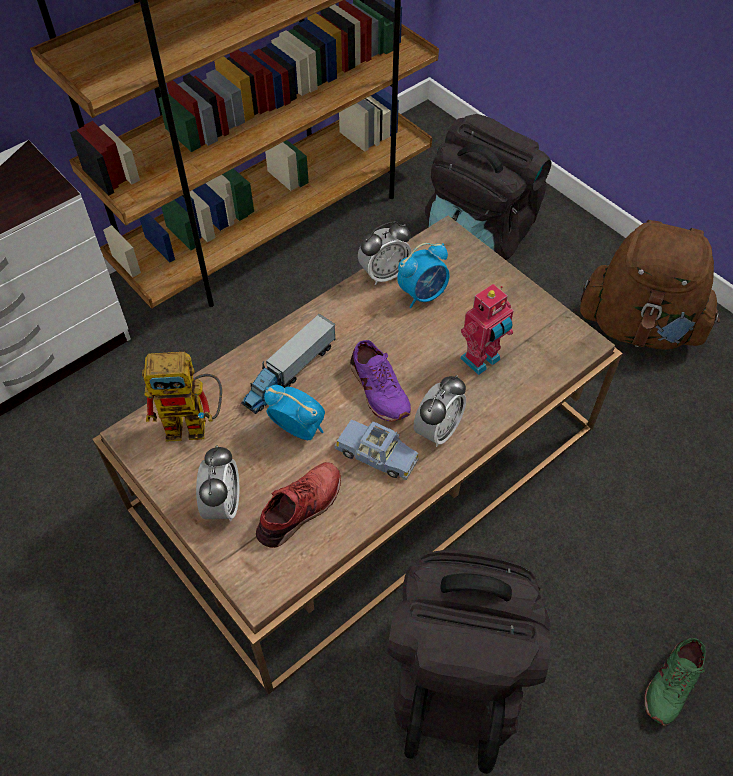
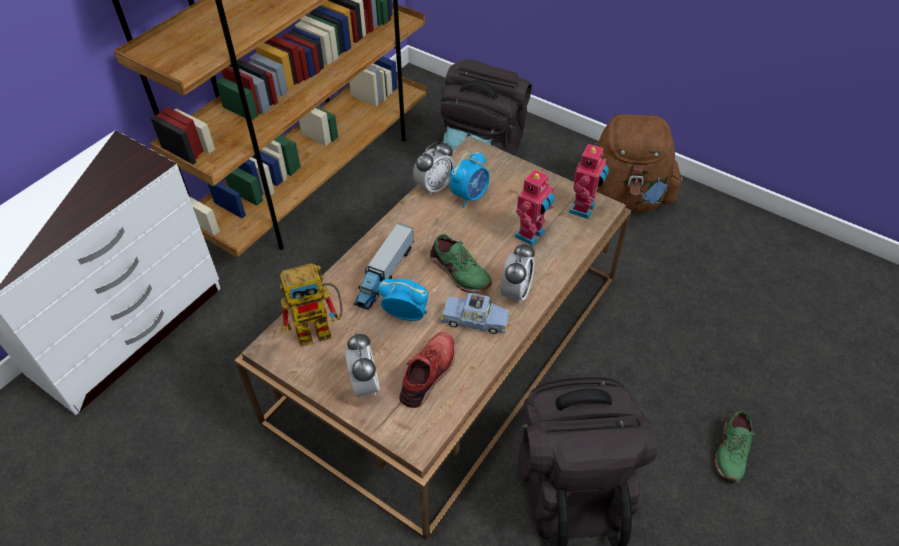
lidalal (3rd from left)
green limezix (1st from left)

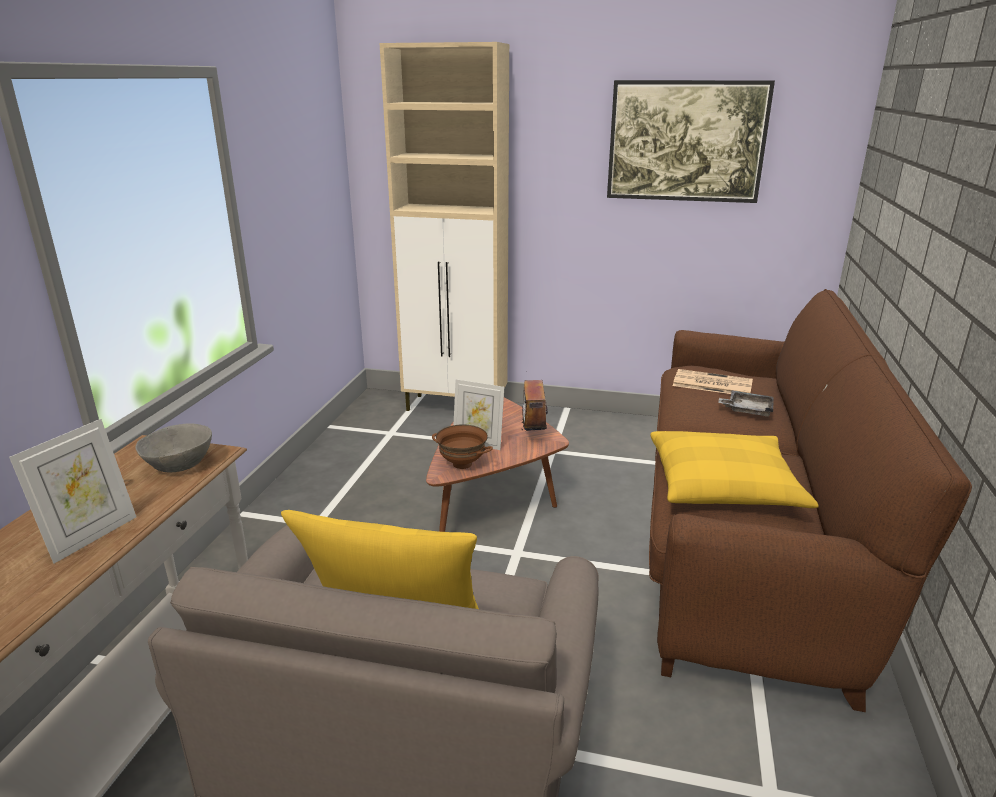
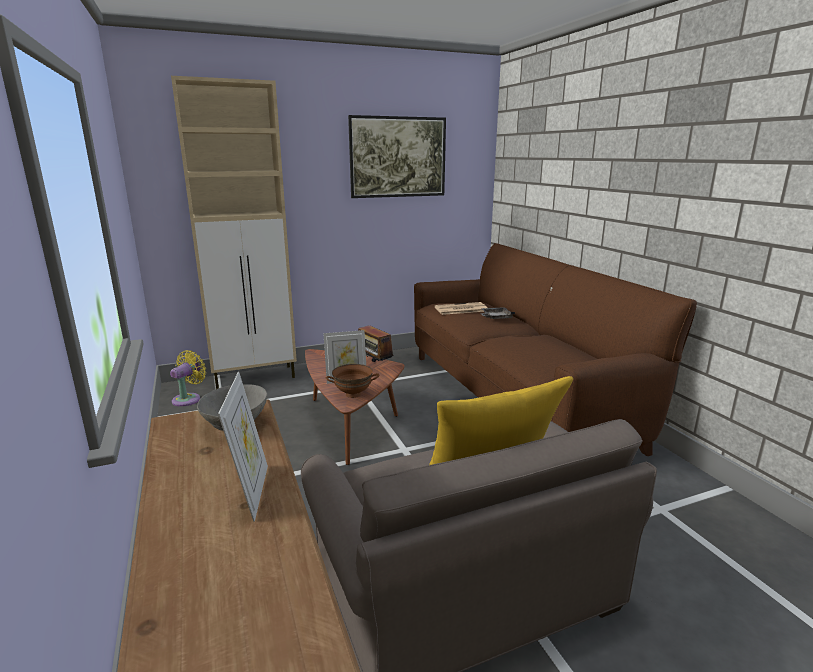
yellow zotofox (2nd from left in the first image)
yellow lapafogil

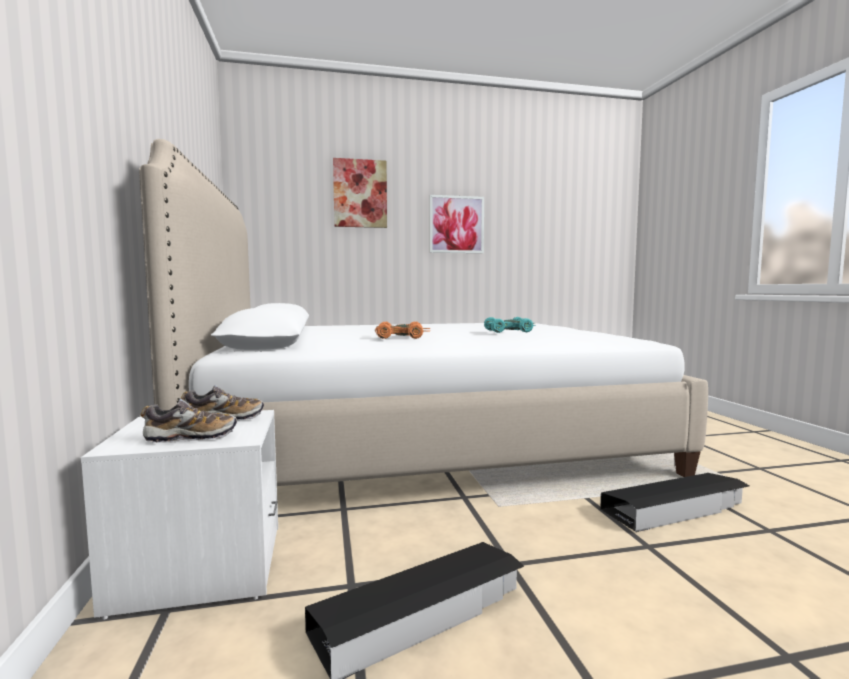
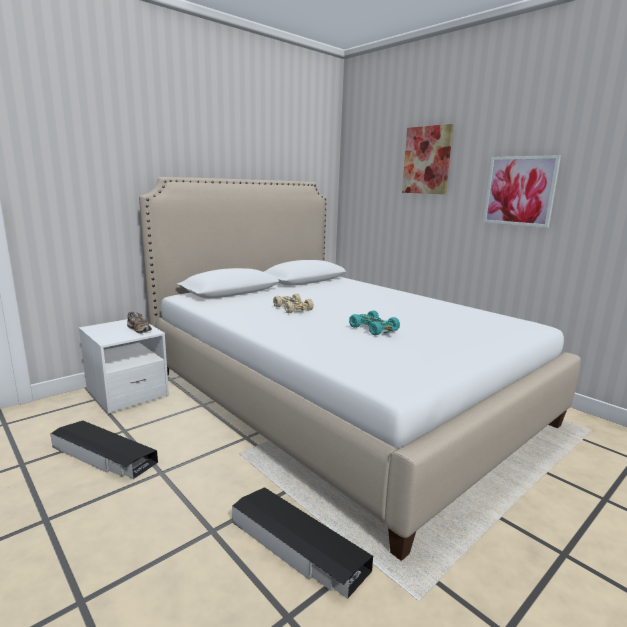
limezix (1st from left in the first image)
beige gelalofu

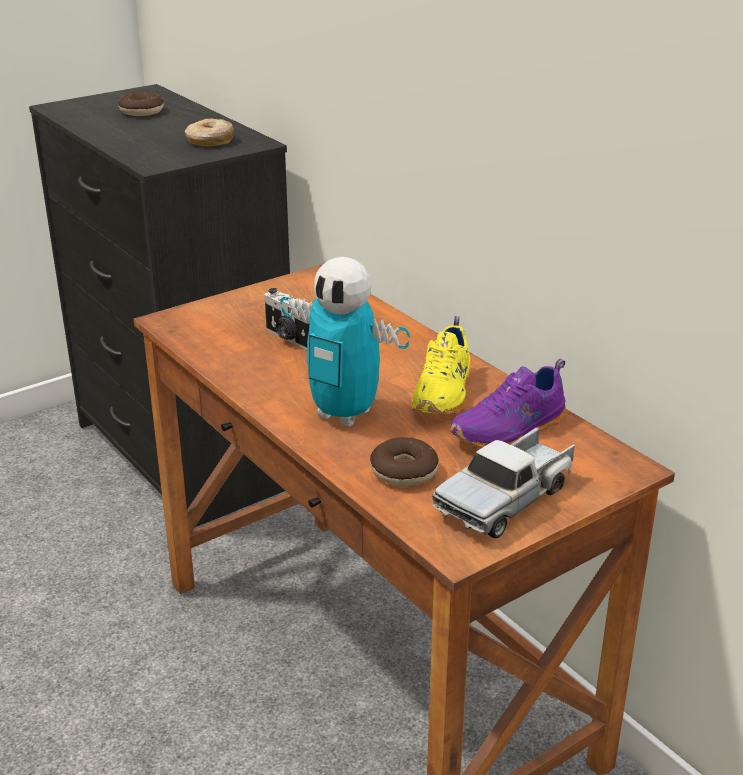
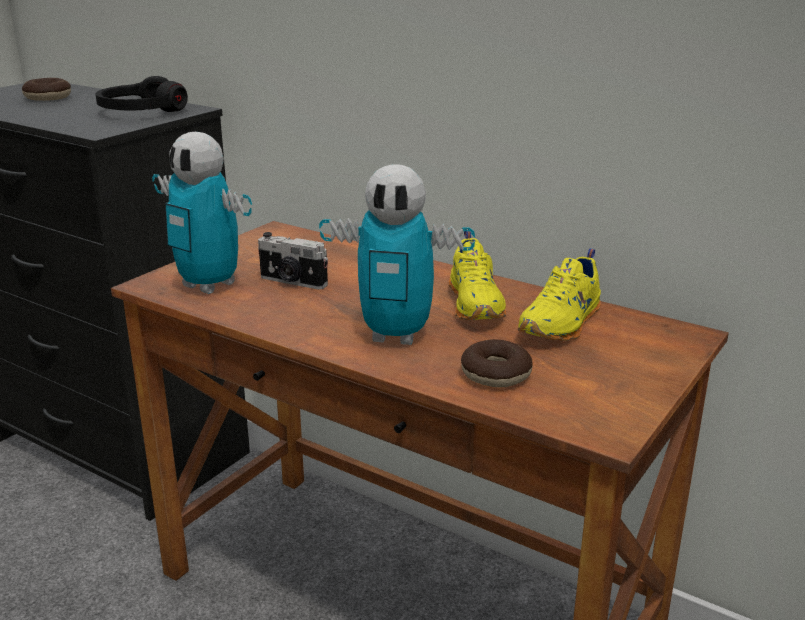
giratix
lidalal (1st from left)
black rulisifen
yellow limezix (2nd from left)

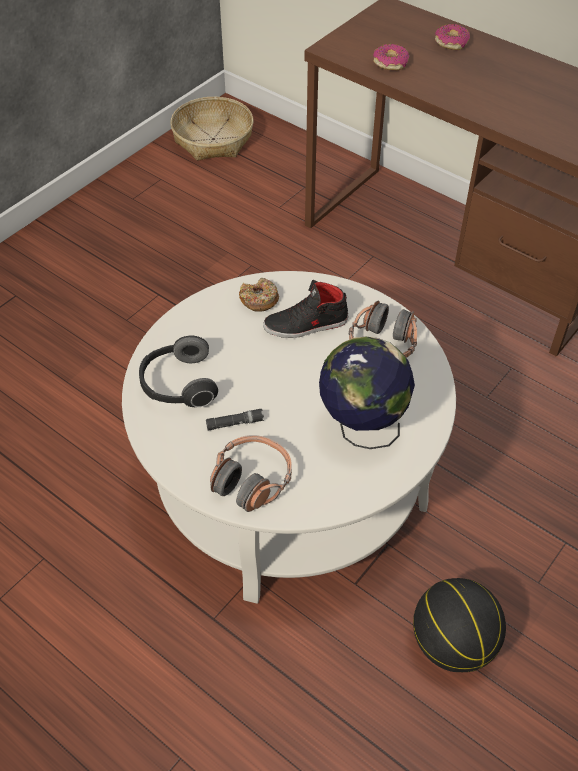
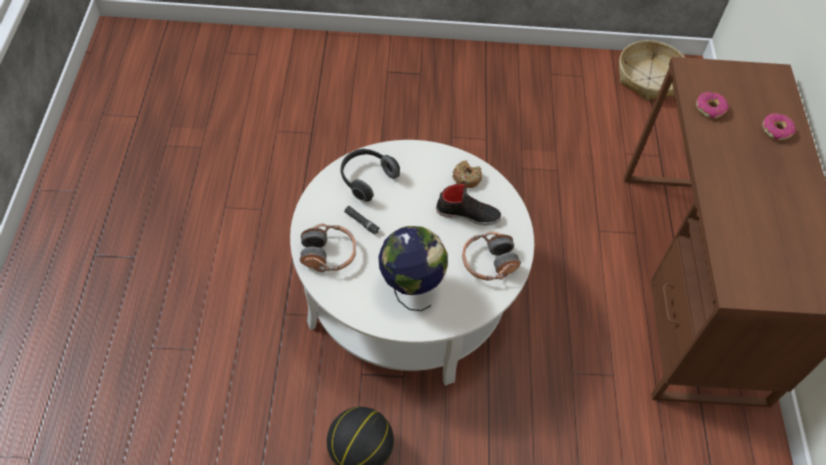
black limezix

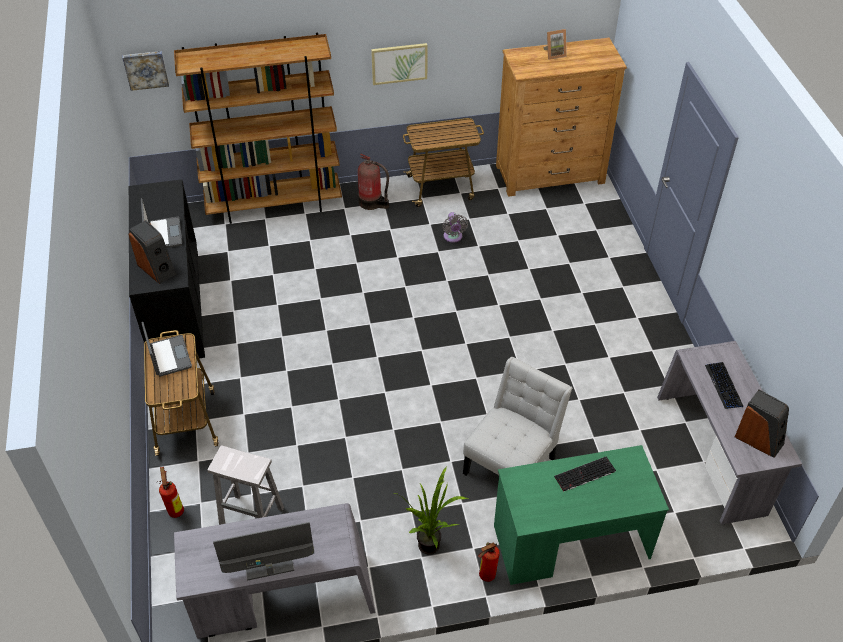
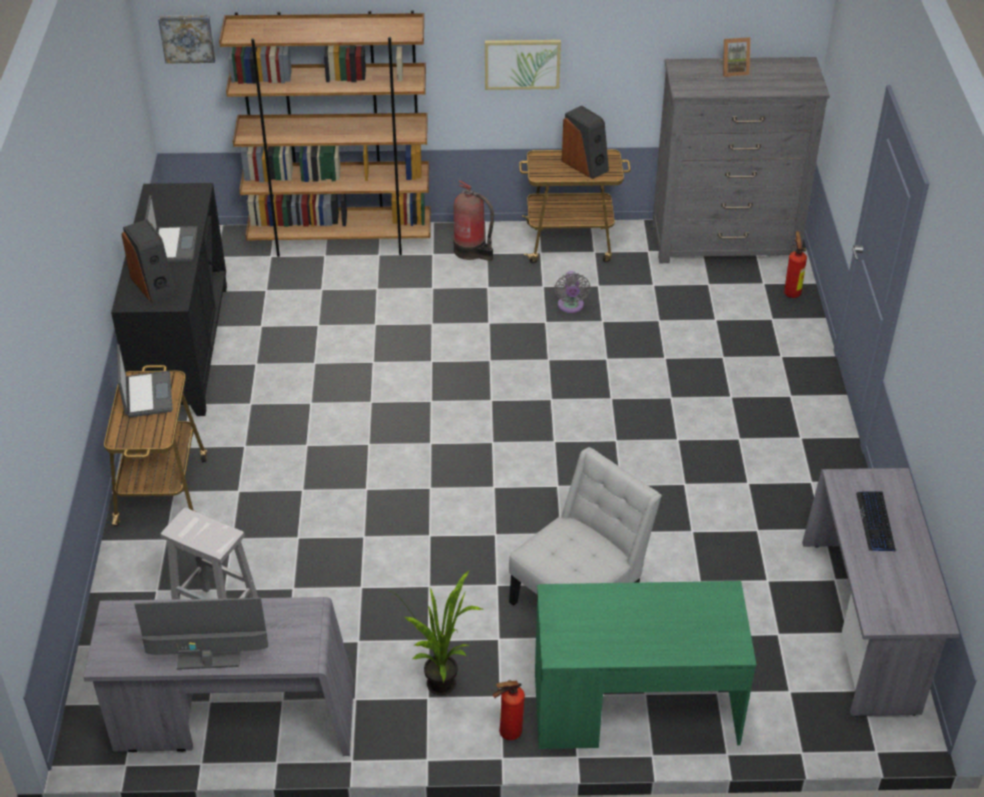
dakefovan (1st from left in the first image)
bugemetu (3rd from left)
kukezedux (2nd from left)
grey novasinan

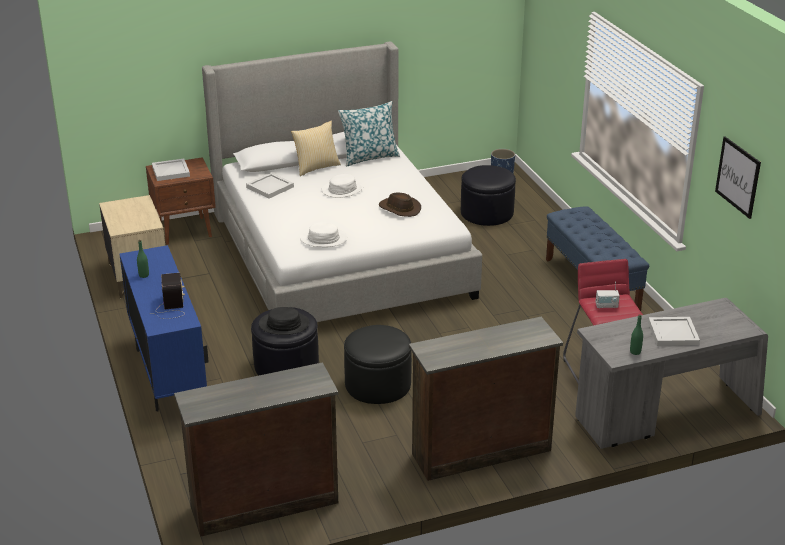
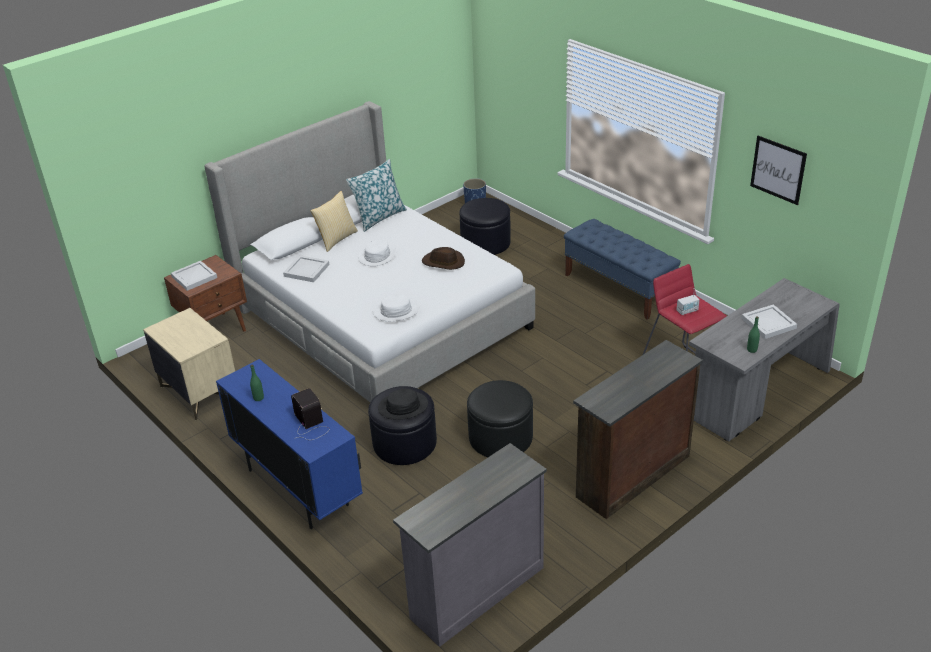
grey novasinan

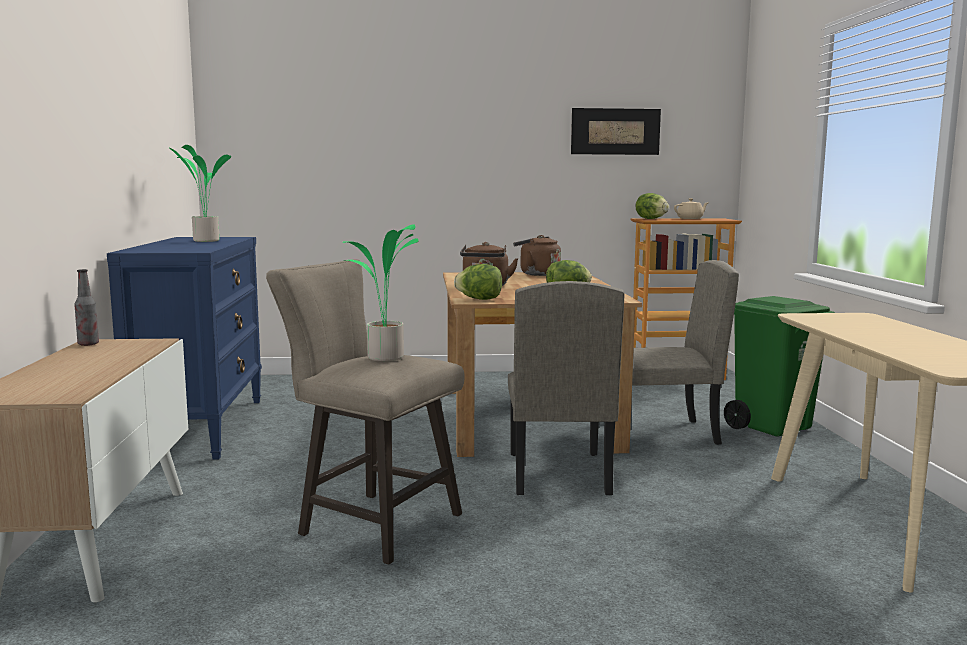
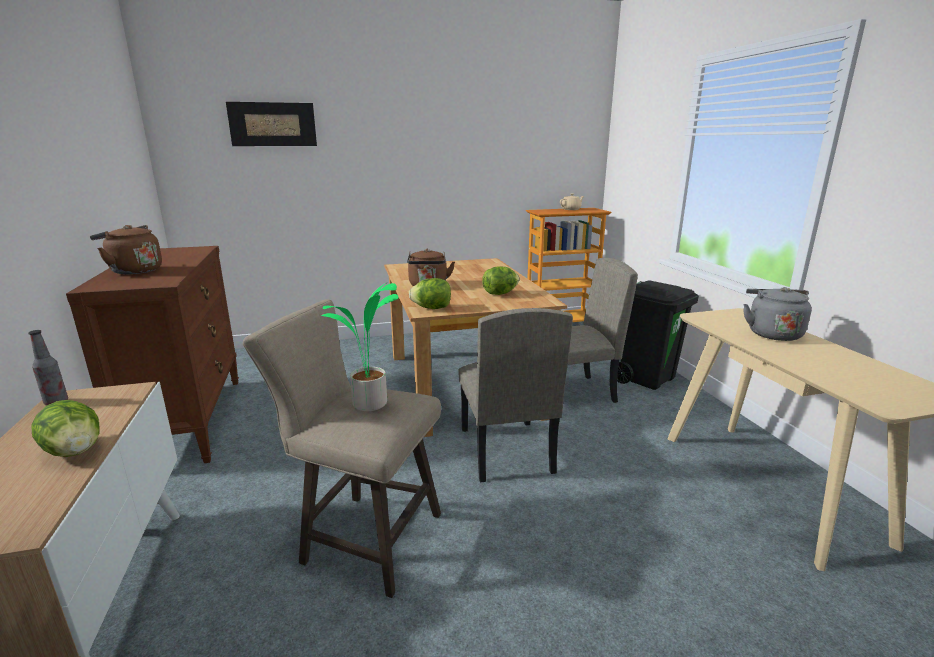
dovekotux (1st from left in the first image)
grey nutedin
brown nutedin (1st from left)
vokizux
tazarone (1st from left)
brown novasinan
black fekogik

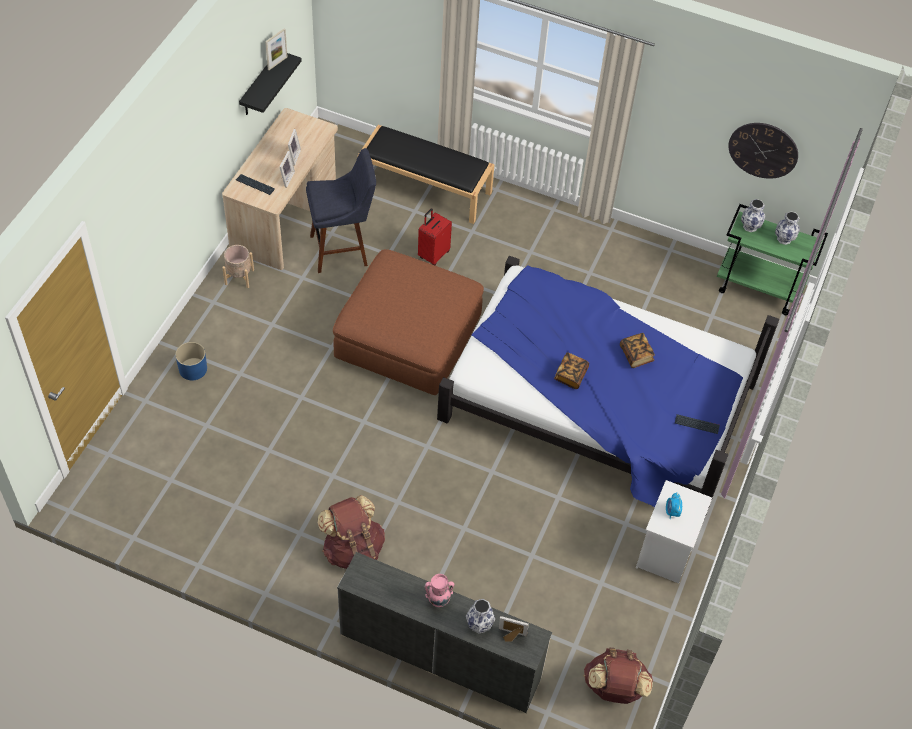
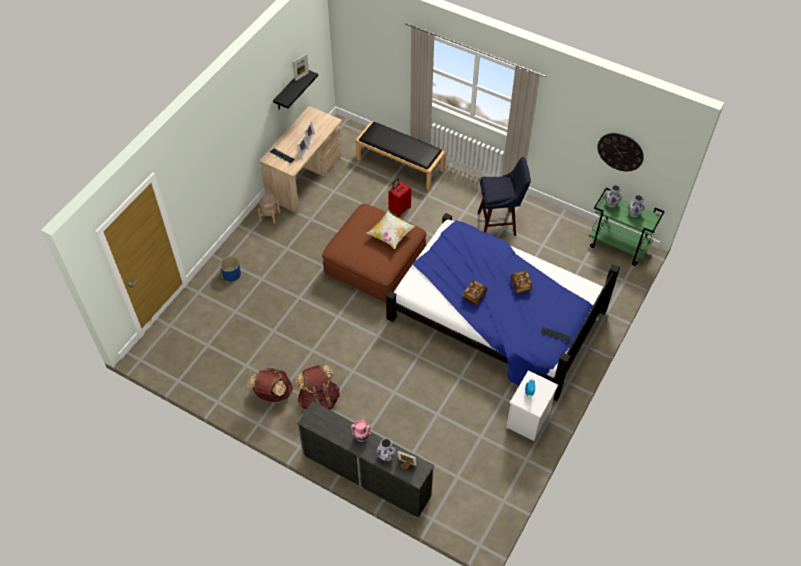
zotofox
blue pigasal
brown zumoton (1st from left)

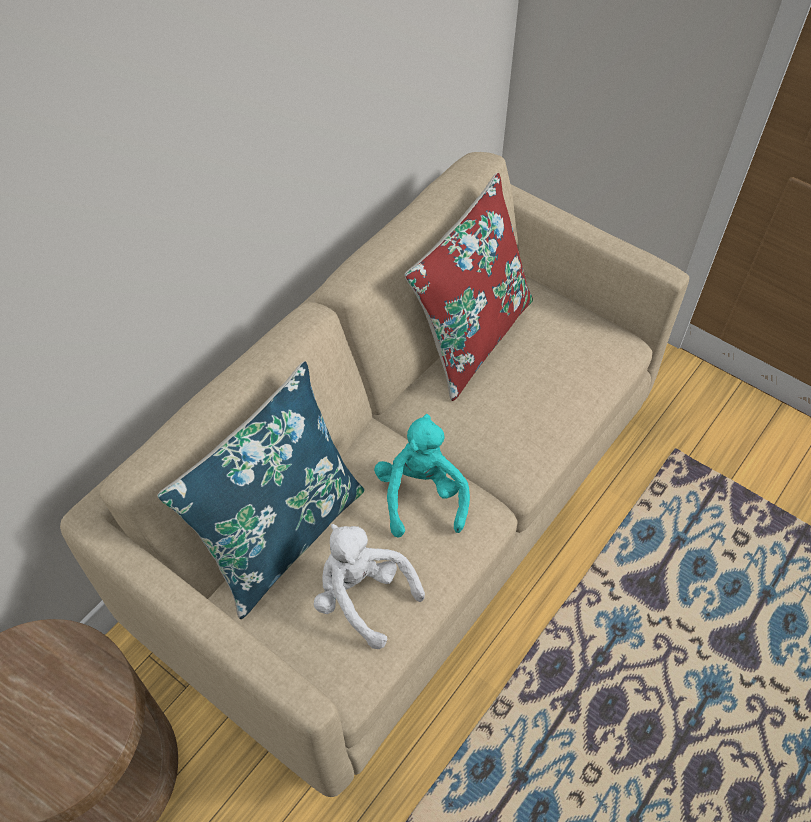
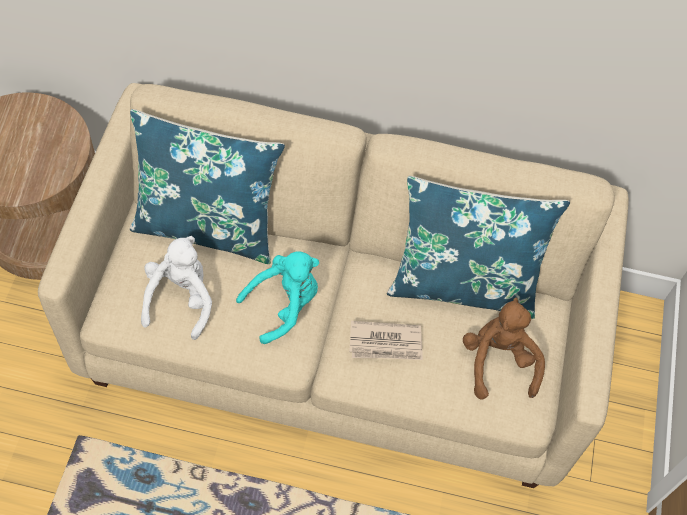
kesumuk
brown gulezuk
blue zotofox (2nd from left)

